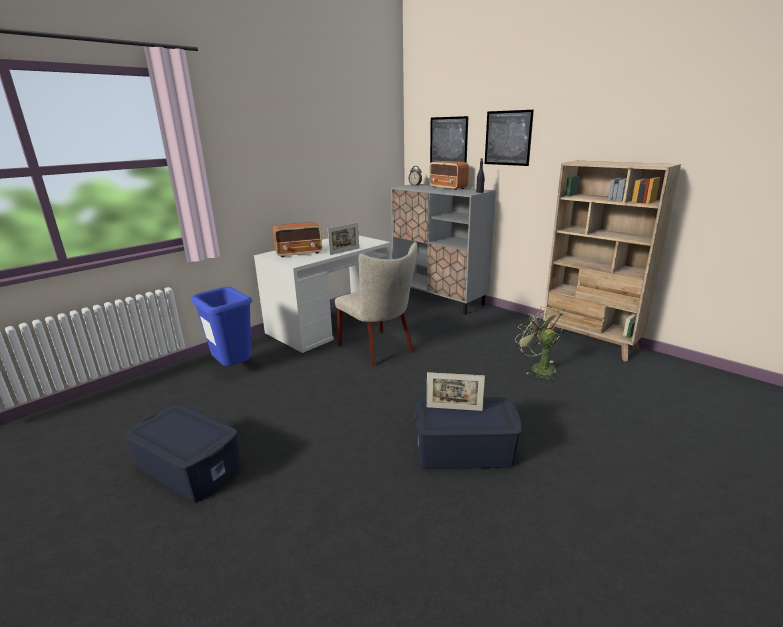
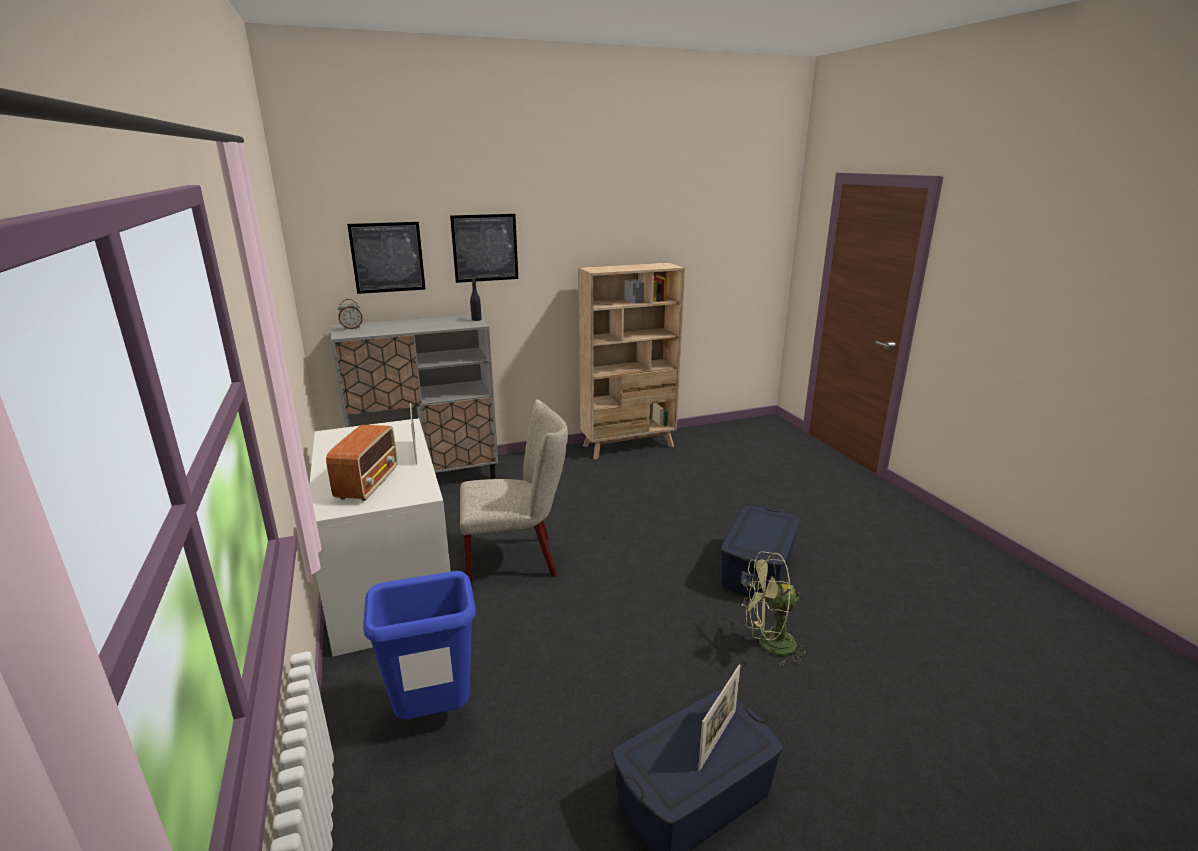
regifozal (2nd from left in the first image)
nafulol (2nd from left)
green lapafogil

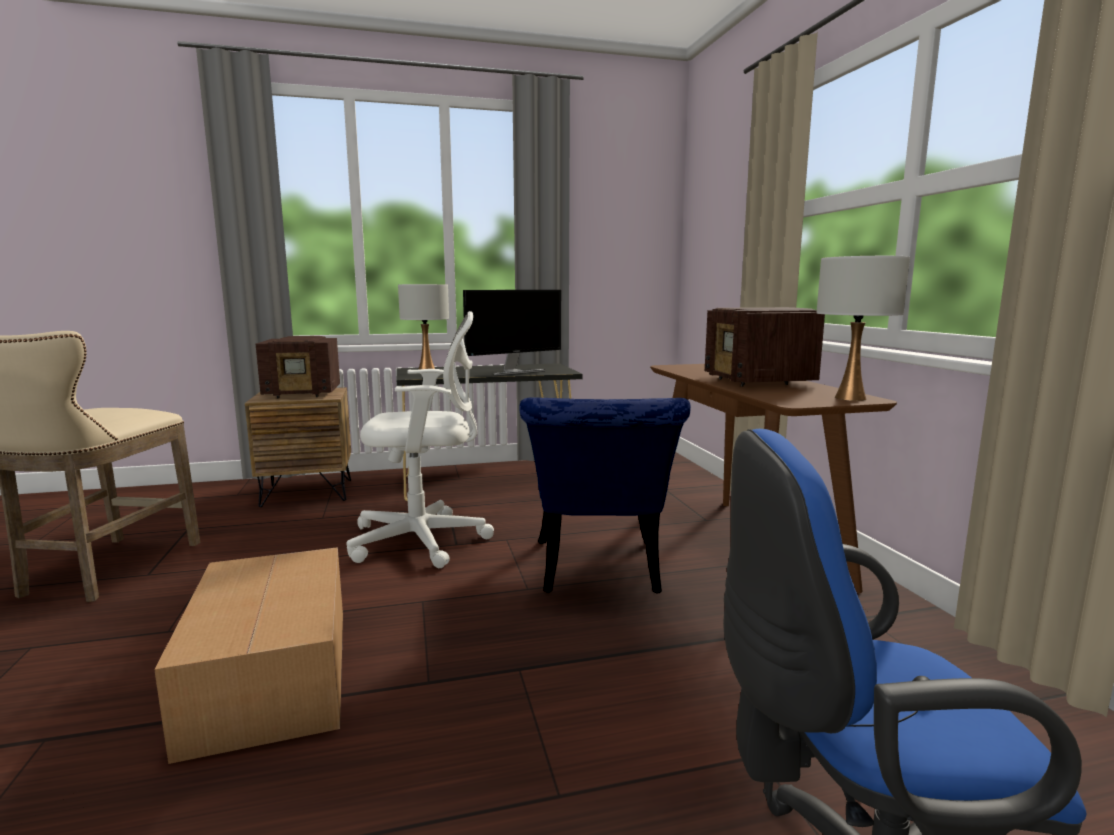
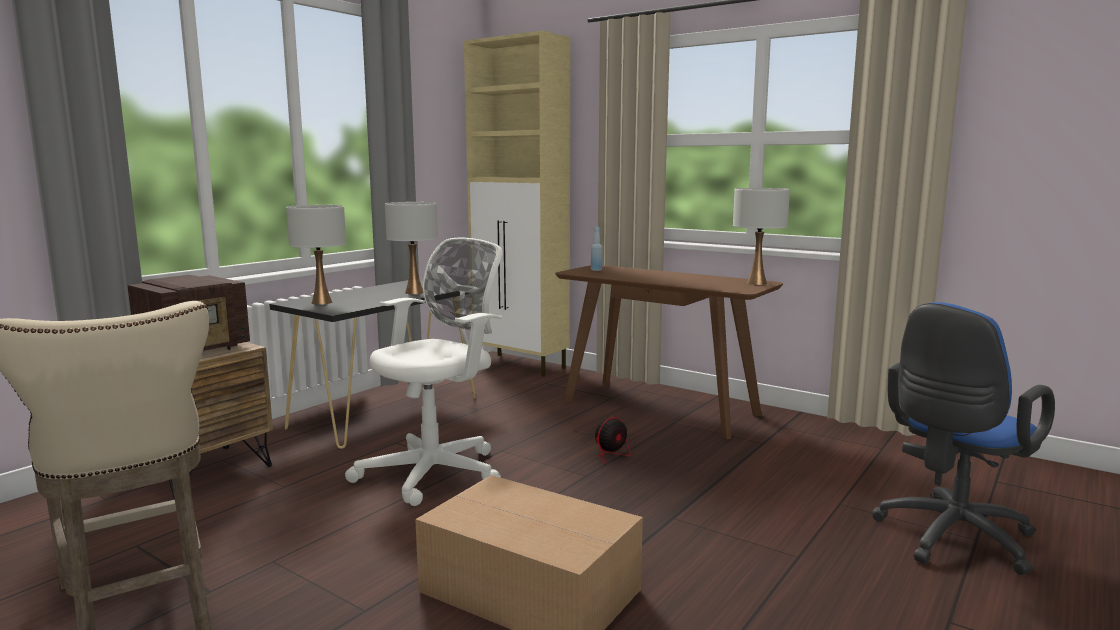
regifozal (2nd from left in the first image)
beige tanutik
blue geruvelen
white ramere (2nd from left)
lapafogil

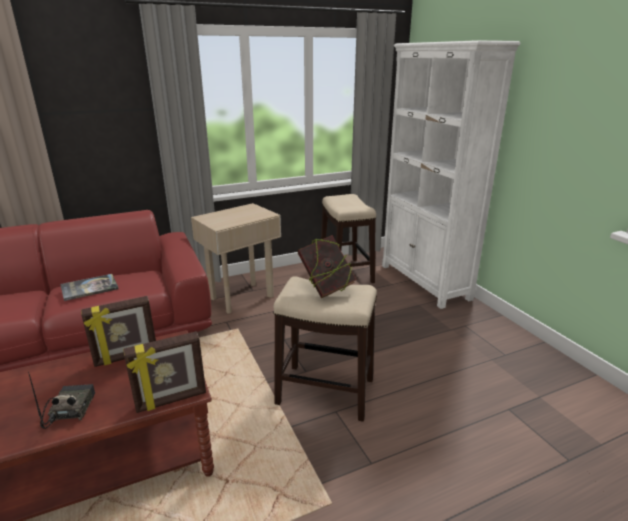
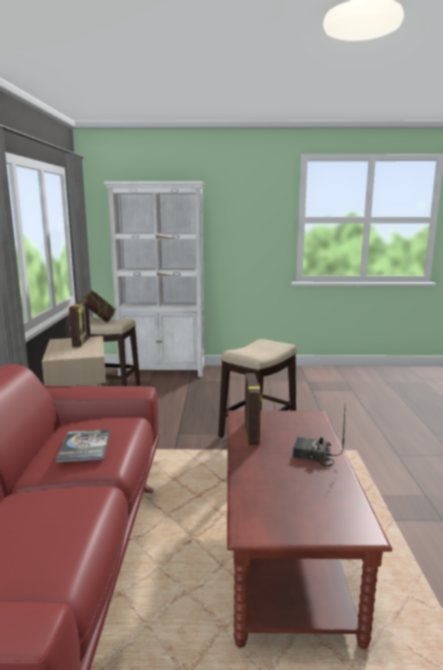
nafulol (1st from left)
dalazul (2nd from left)

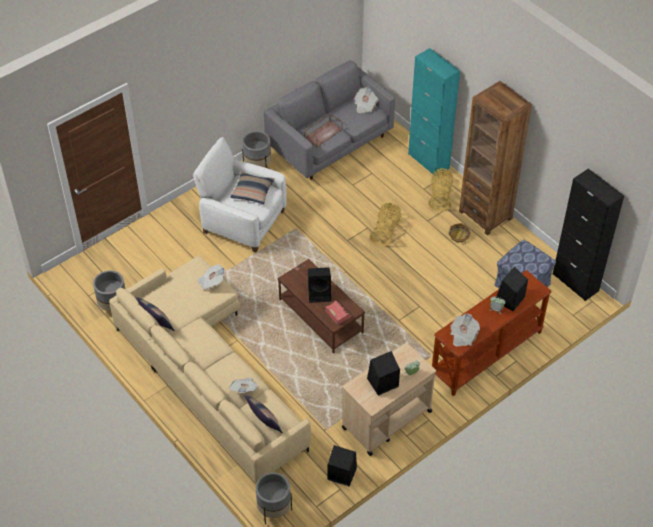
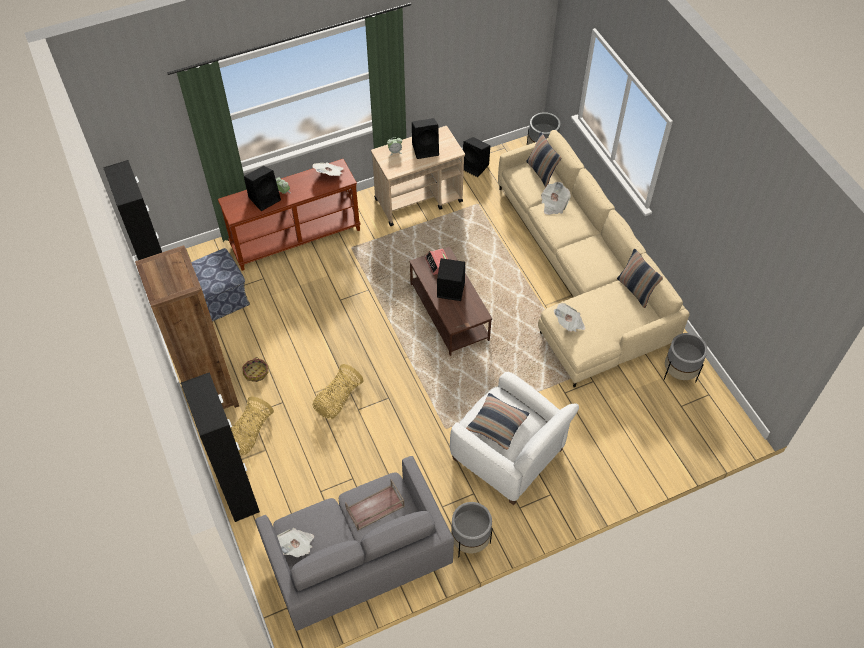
black tanutik (2nd from left)

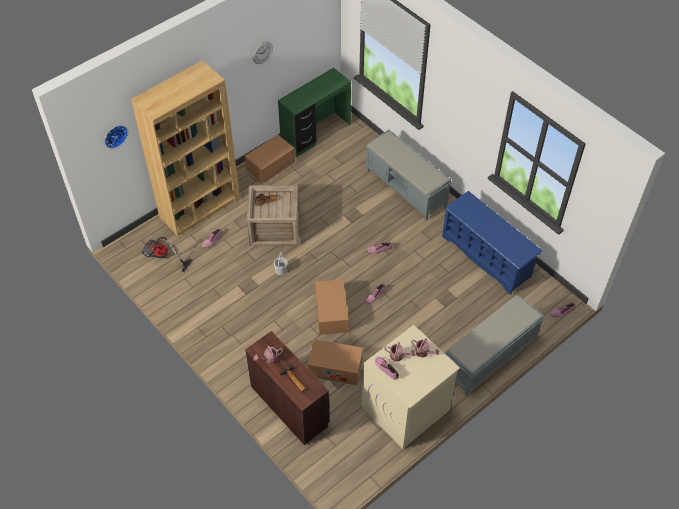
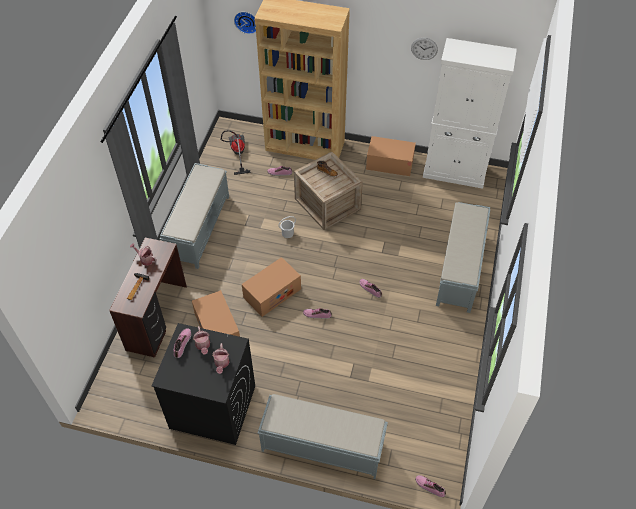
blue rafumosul
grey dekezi (1st from left)
white tanutik
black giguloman

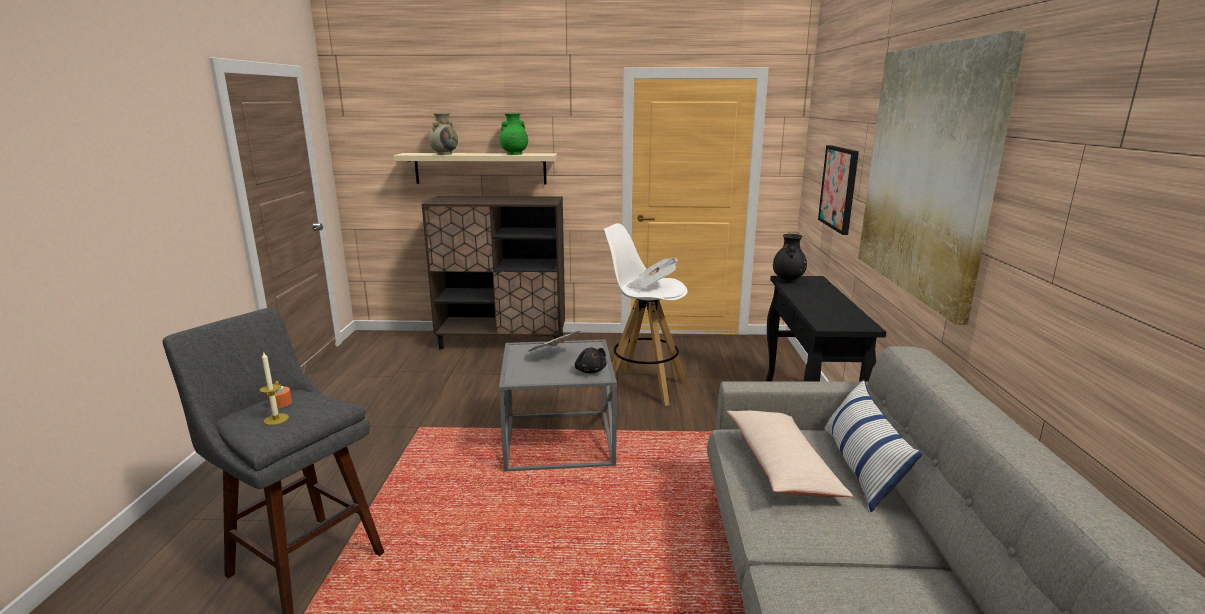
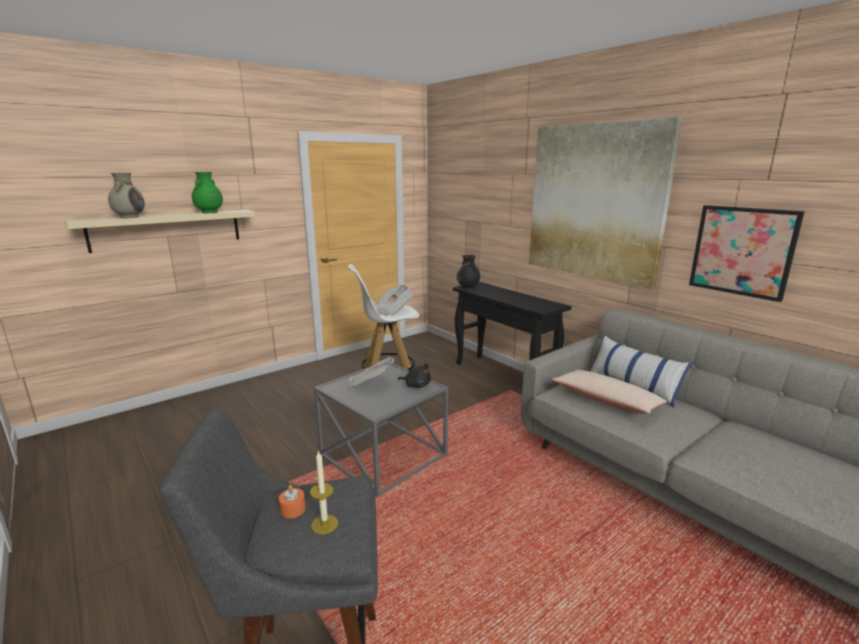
brown tanutik
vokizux (2nd from left)

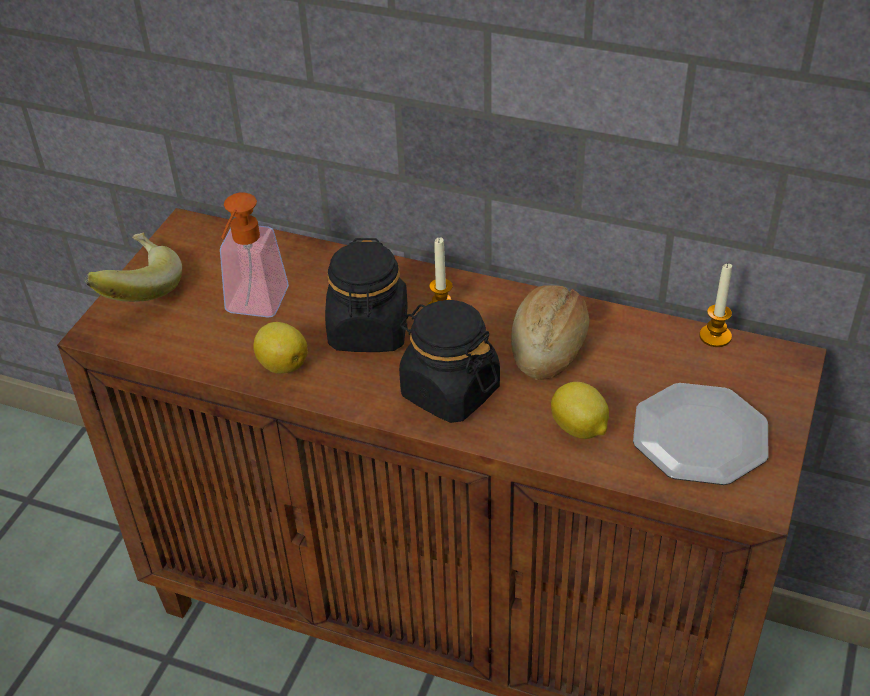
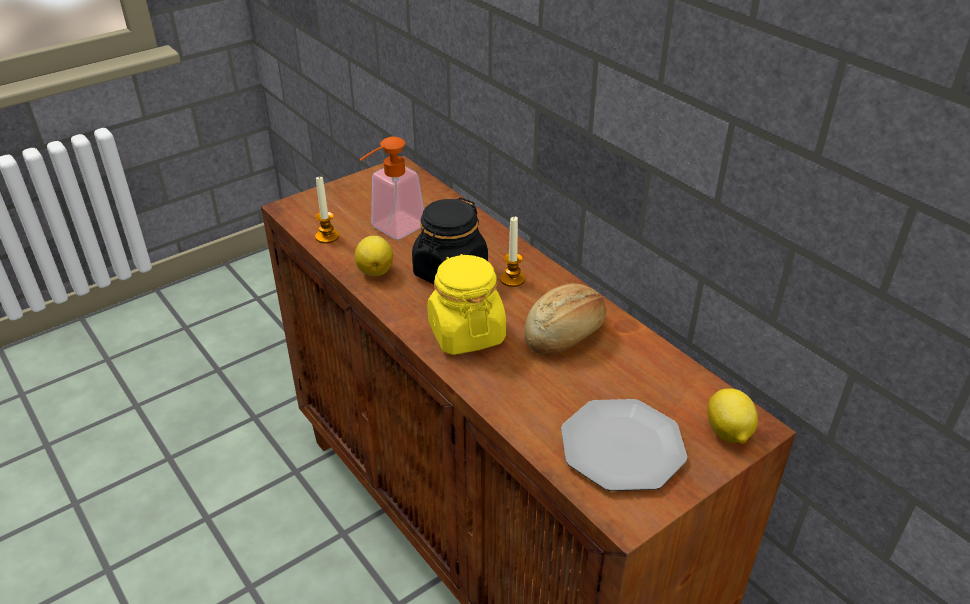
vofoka
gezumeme (2nd from left)
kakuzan (1st from left)
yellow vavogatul

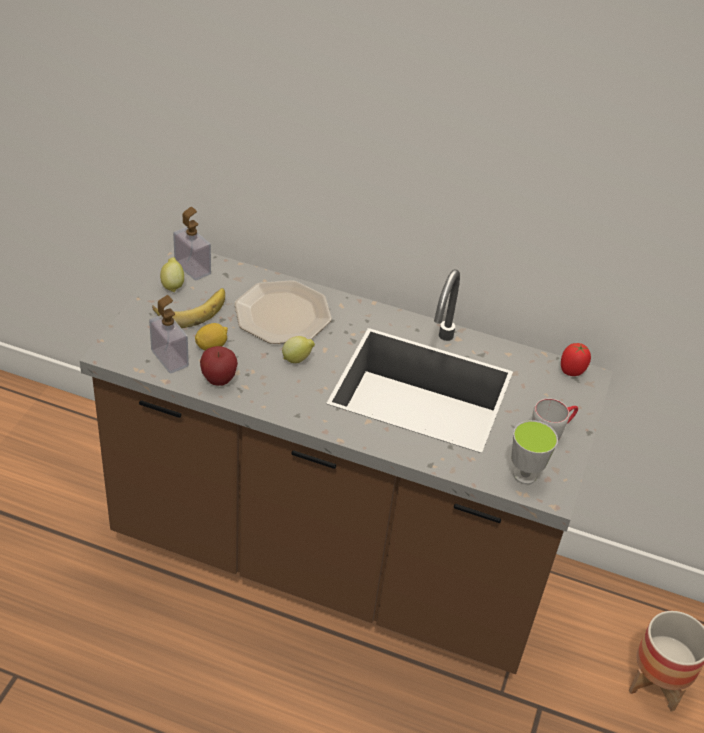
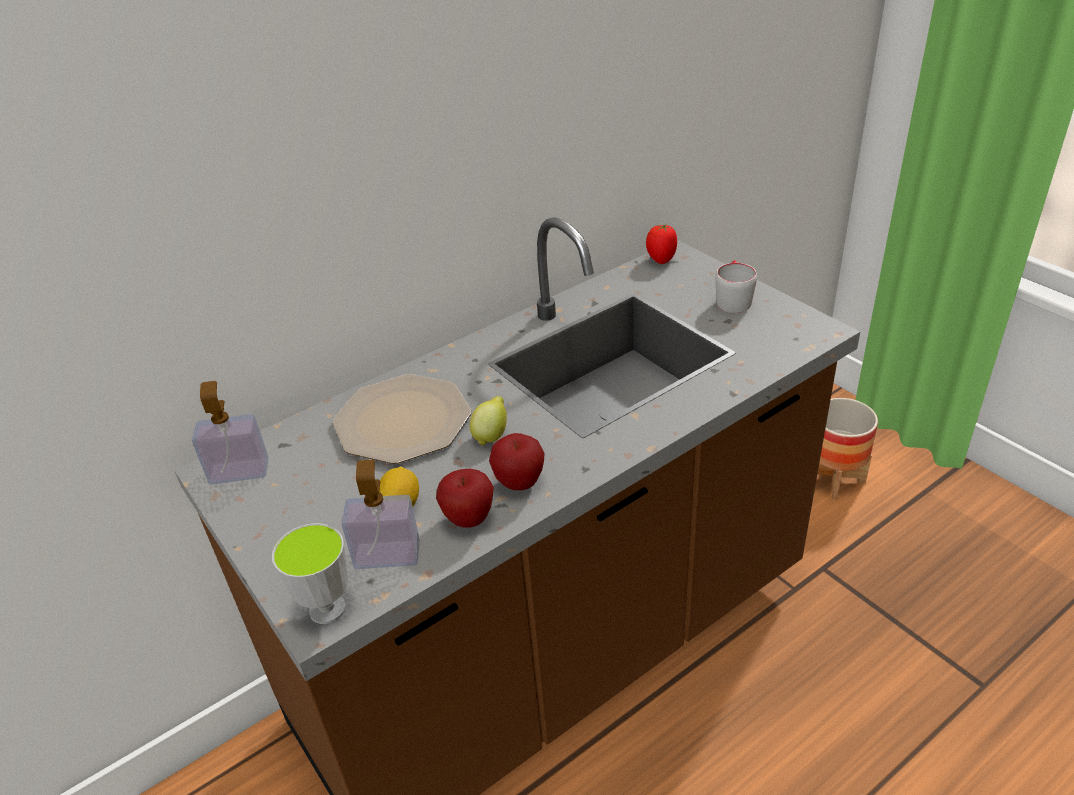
vofoka
gezumeme (1st from left in the first image)
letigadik (2nd from left)
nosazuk

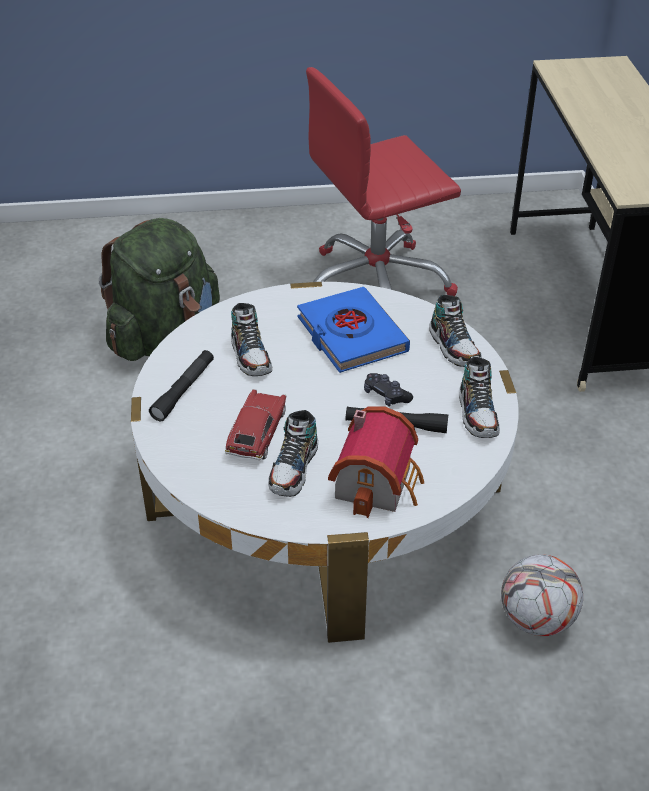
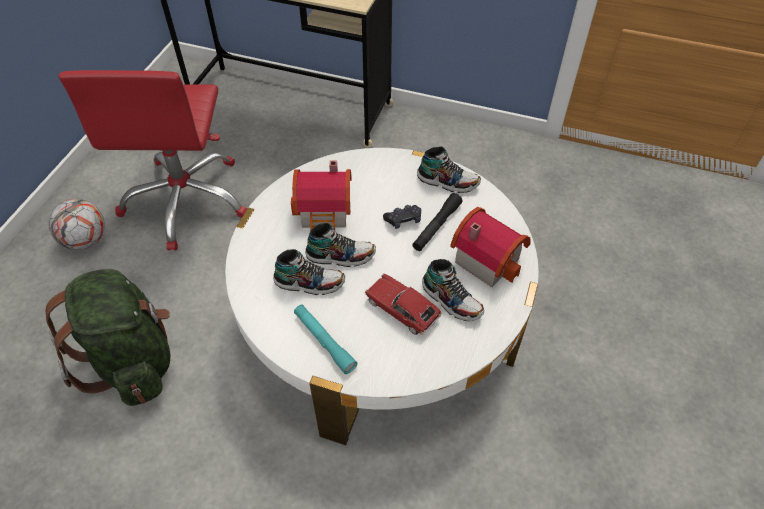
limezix (2nd from left)
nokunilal
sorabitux (1st from left)
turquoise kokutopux

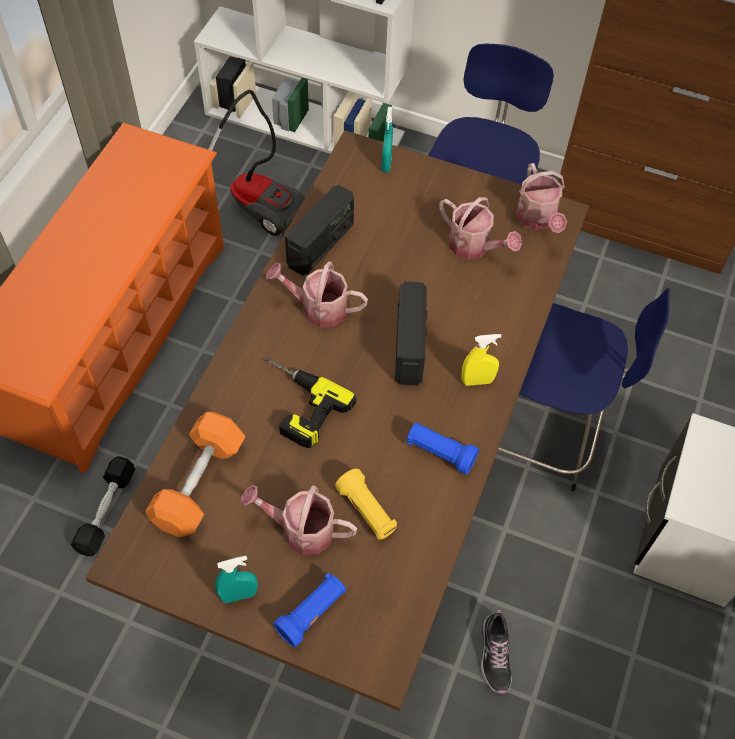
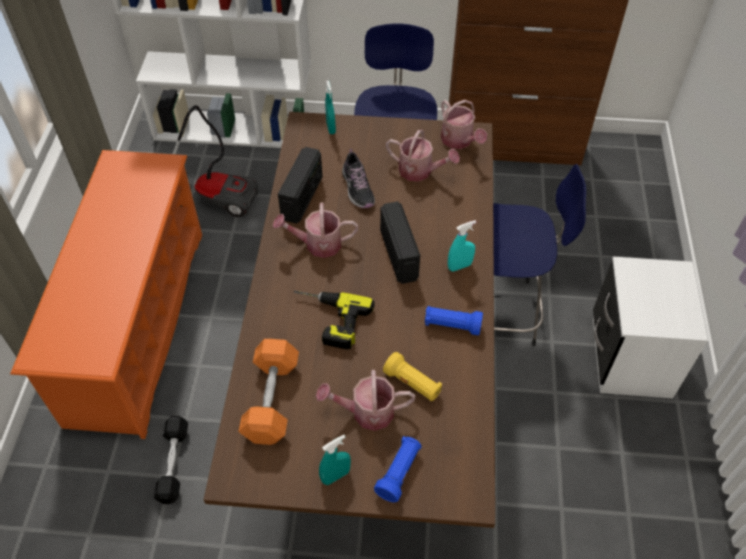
limezix
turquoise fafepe (3rd from left)

